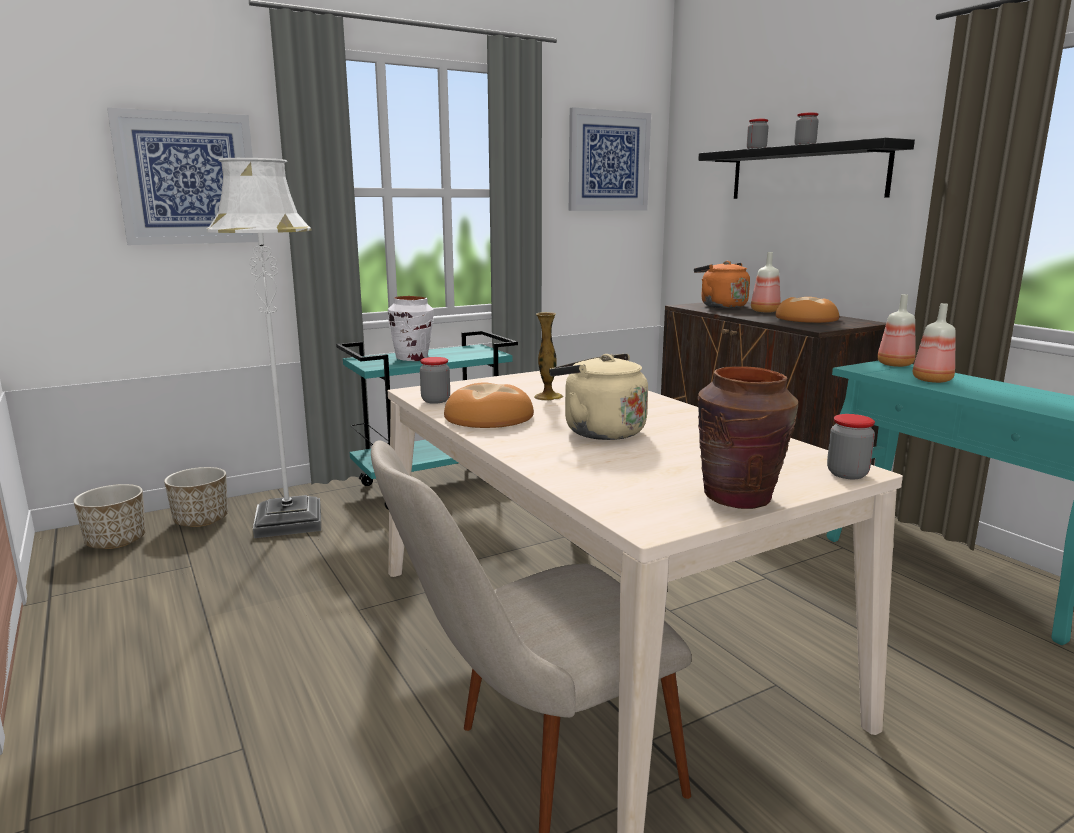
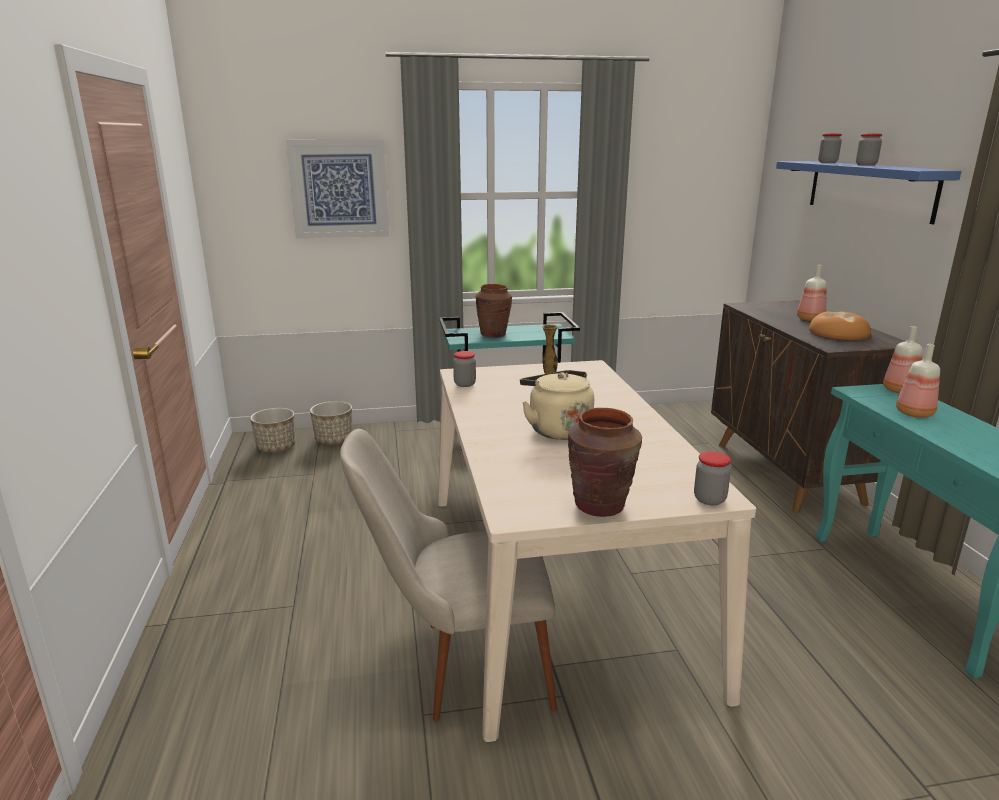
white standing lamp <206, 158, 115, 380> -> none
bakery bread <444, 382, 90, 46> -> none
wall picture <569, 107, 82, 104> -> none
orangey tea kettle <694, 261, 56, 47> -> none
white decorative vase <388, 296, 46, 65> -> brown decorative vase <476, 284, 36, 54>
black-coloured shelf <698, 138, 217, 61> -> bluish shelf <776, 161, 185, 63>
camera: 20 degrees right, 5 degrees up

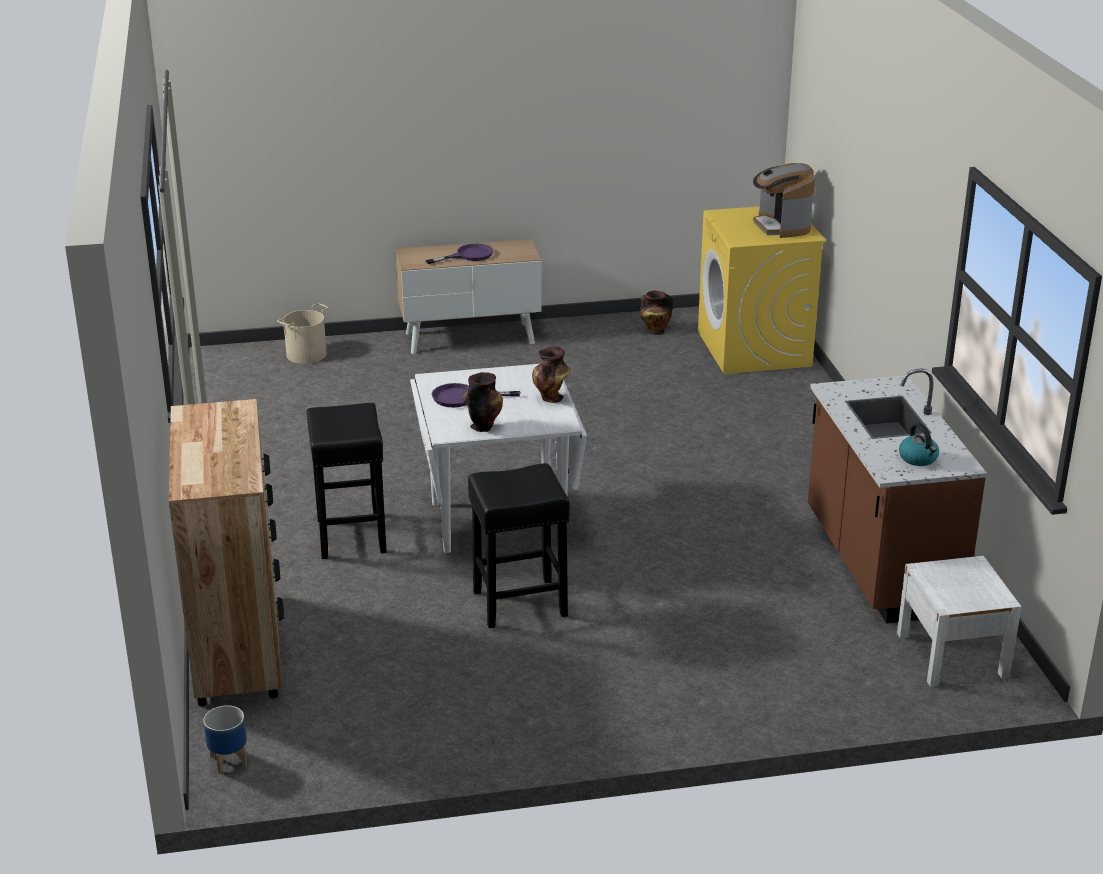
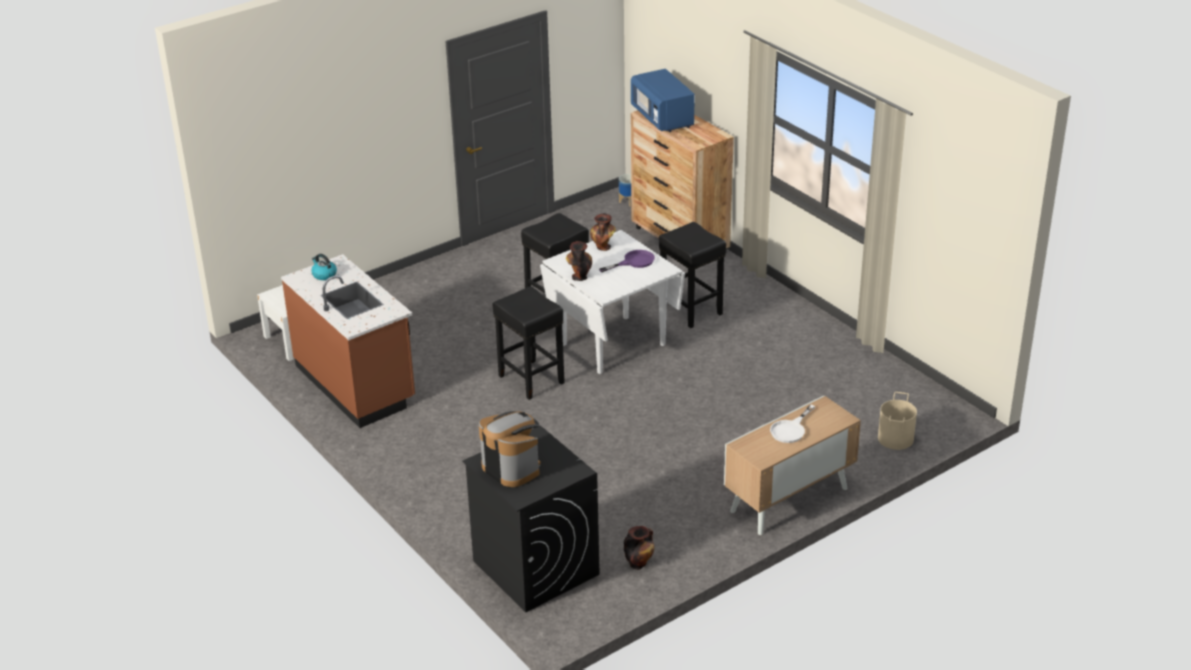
none -> black-coloured sitting stool <493, 286, 72, 114>
none -> bluish microwave oven <631, 69, 64, 63>
purplish pan <425, 244, 68, 20> -> white pan <770, 404, 45, 39>
yellow-coloured laundry machine <698, 206, 128, 168> -> black-coloured laundry machine <463, 426, 137, 187>
camera: 155 degrees right, 5 degrees up

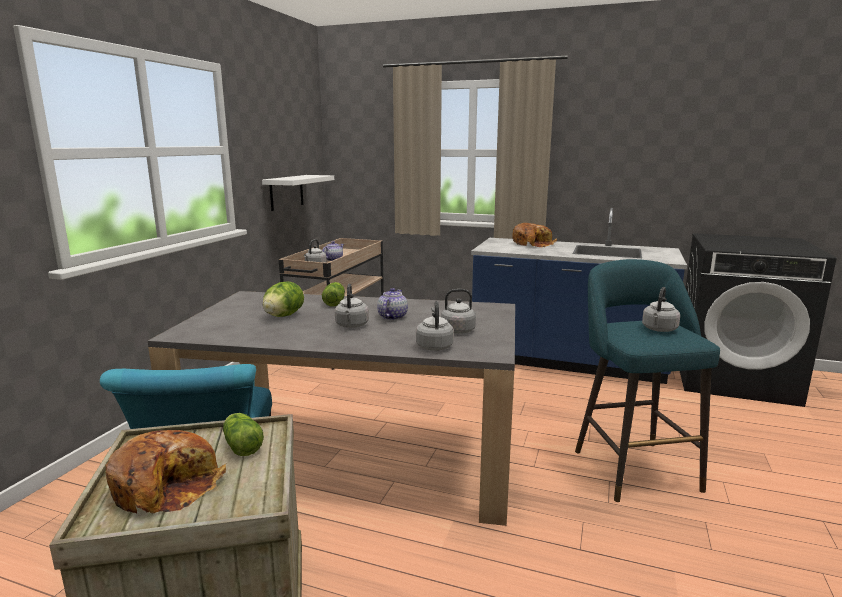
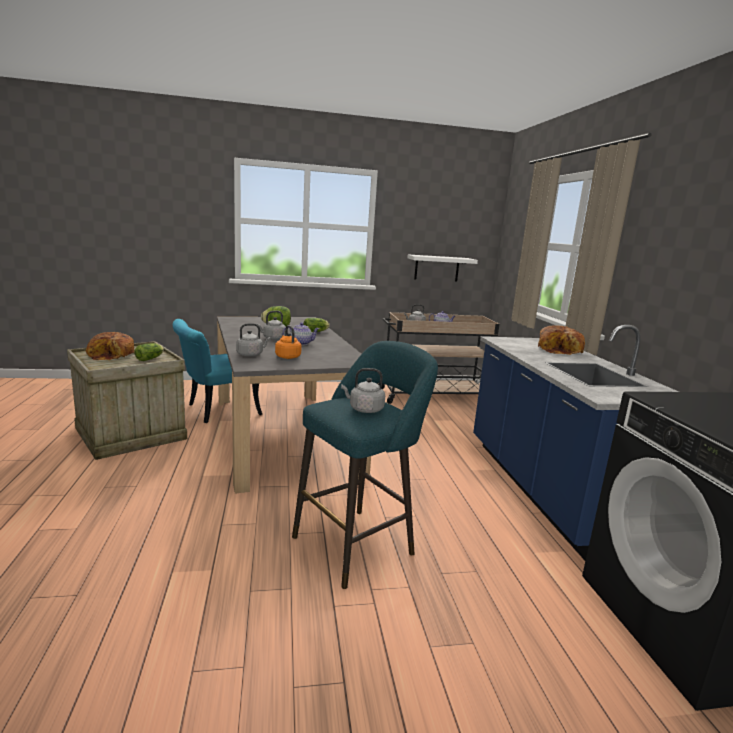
grey tea kettle <431, 289, 45, 45> -> orangey tea kettle <275, 325, 26, 34>
camera: 60 degrees right, 0 degrees up

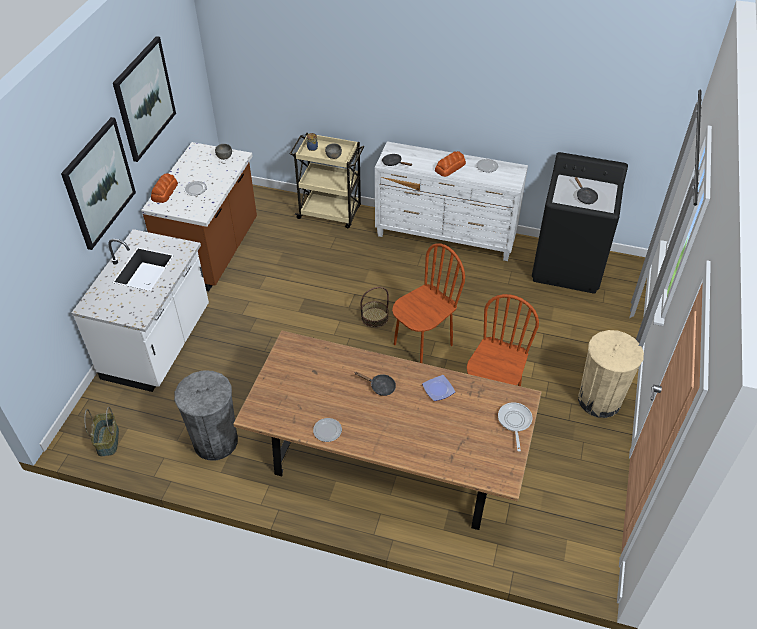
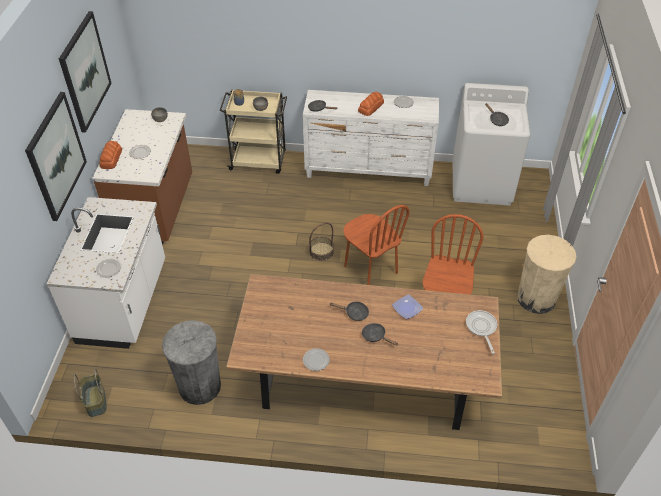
none -> dinner plate <96, 259, 25, 18>
none -> black-coloured pan <362, 323, 36, 23>
black-coloured laundry machine <532, 152, 96, 142> -> white laundry machine <453, 83, 77, 122>
brown upright chair <392, 243, 73, 120> -> brown upright chair <344, 205, 66, 80>, 105 degrees clockwise
camera: 10 degrees left, 0 degrees up

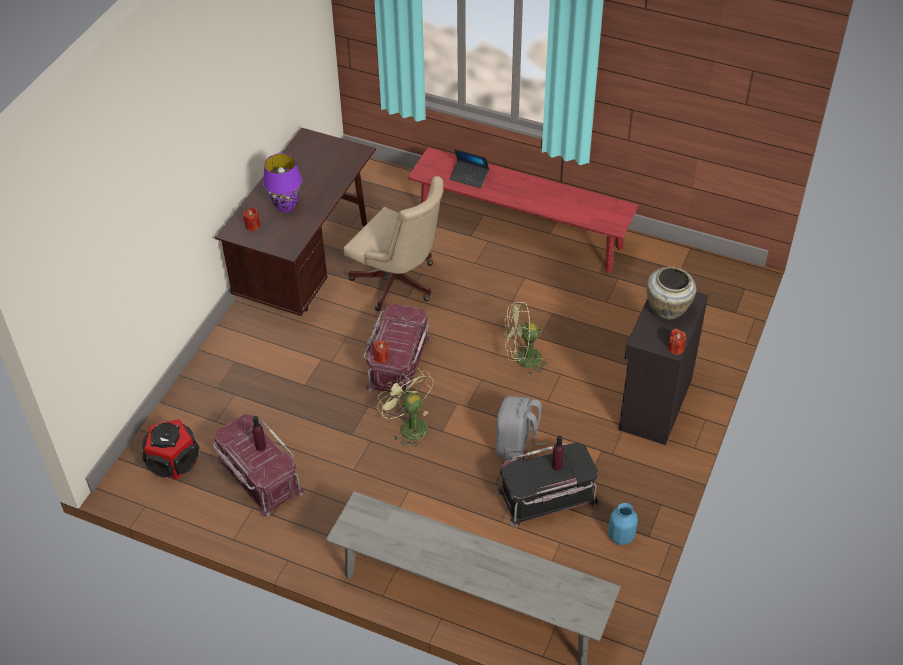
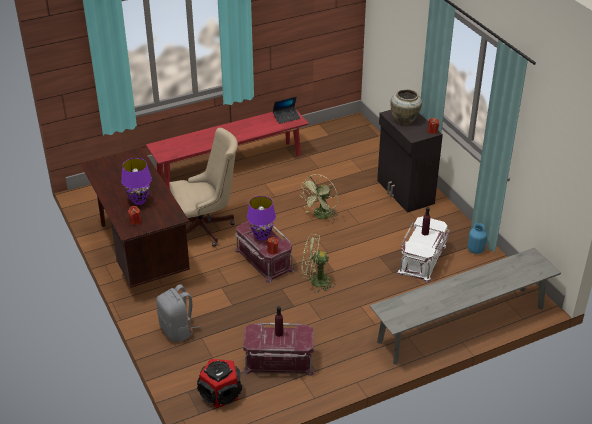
none -> purplish lamp for a table <247, 196, 29, 45>
notebook computer <450, 149, 39, 39> -> notebook computer <273, 97, 27, 27>, moved
grey knapsack <496, 396, 51, 65> -> grey knapsack <156, 284, 44, 58>, moved
black-coloured storage box <497, 442, 101, 85> -> white storage box <397, 216, 53, 67>
camera: 50 degrees left, 10 degrees down

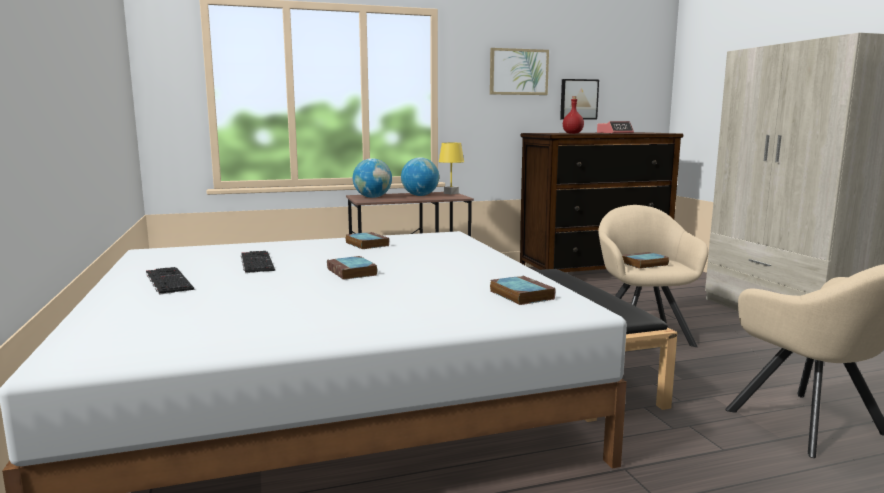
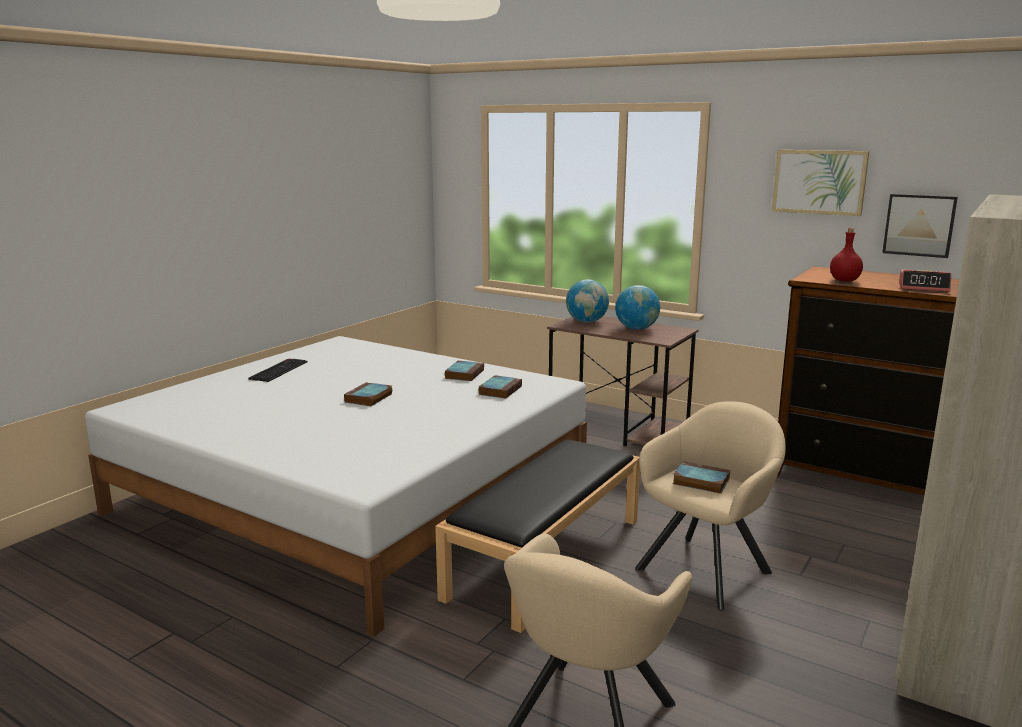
computer keyboard <241, 251, 34, 22> -> none
yellow-coloured lamp for a table <438, 143, 26, 51> -> none
bound book <490, 276, 65, 29> -> bound book <479, 375, 43, 24>, moved
camera: 50 degrees right, 5 degrees up

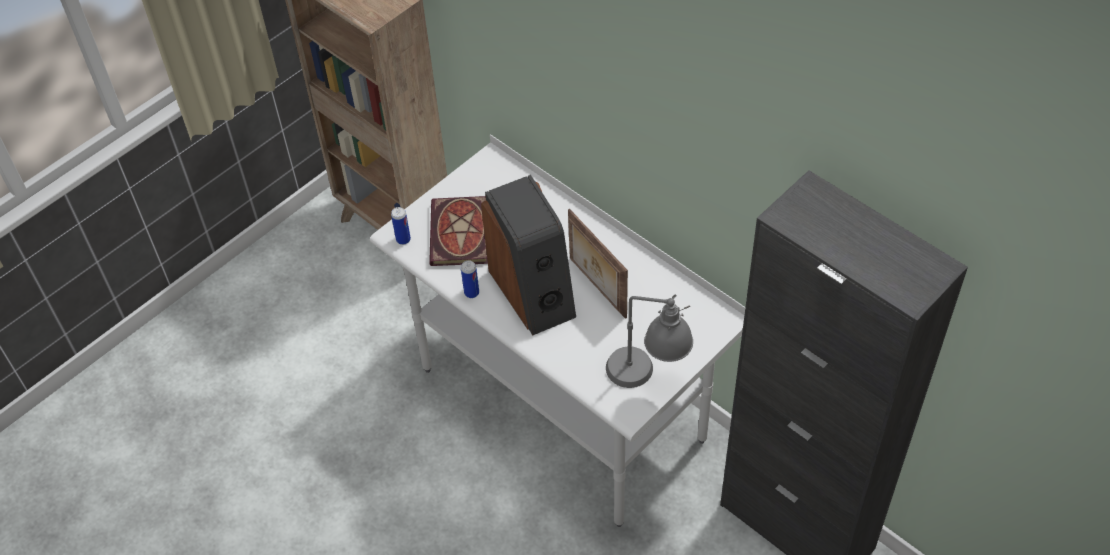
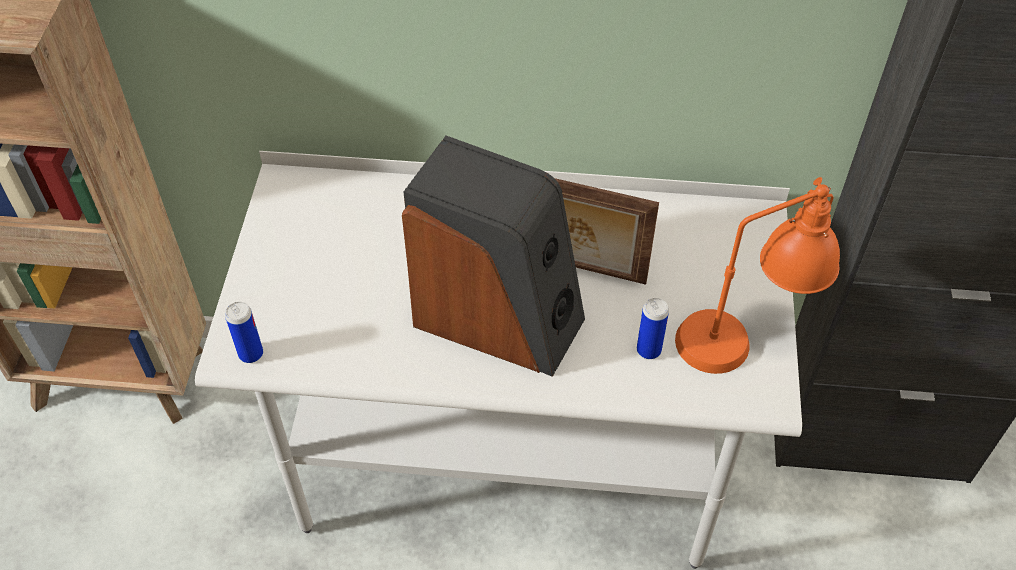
bound book <429, 196, 59, 70> -> none
can <461, 260, 18, 38> -> can <637, 298, 32, 61>, moved
grey lamp for a table <606, 295, 87, 93> -> orangey lamp for a table <675, 177, 165, 197>
camera: 40 degrees left, 0 degrees up

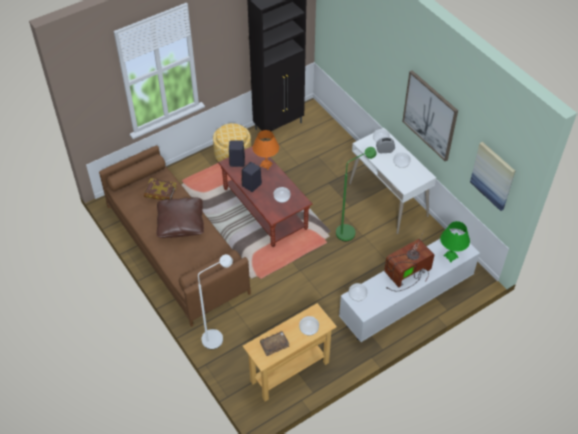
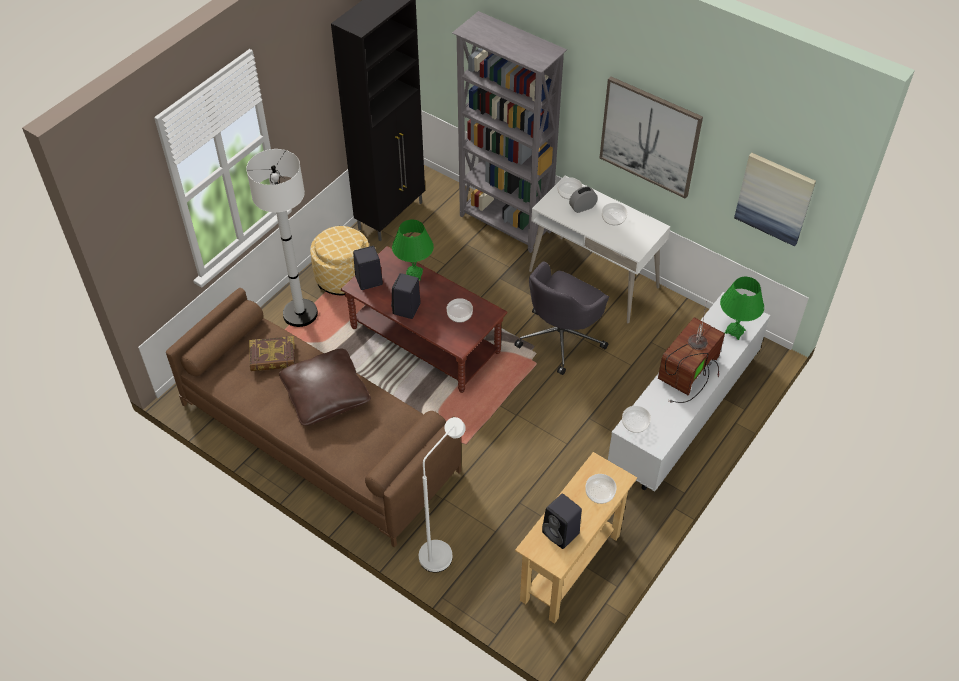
none -> white standing lamp <246, 149, 72, 178>
none -> grey bookshelf <452, 11, 115, 242>
brown bound book <260, 331, 29, 25> -> black-coloured audio speaker <542, 494, 40, 55>
green standing lamp <336, 147, 41, 94> -> grey desk chair <514, 261, 95, 114>
orangey lamp for a table <253, 130, 26, 40> -> green lamp for a table <392, 220, 42, 60>
camera: 20 degrees left, 0 degrees up

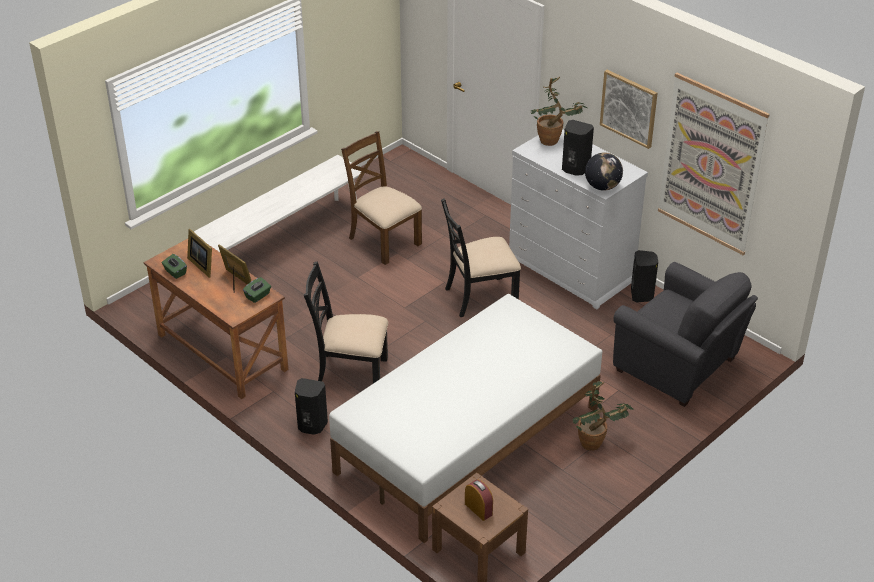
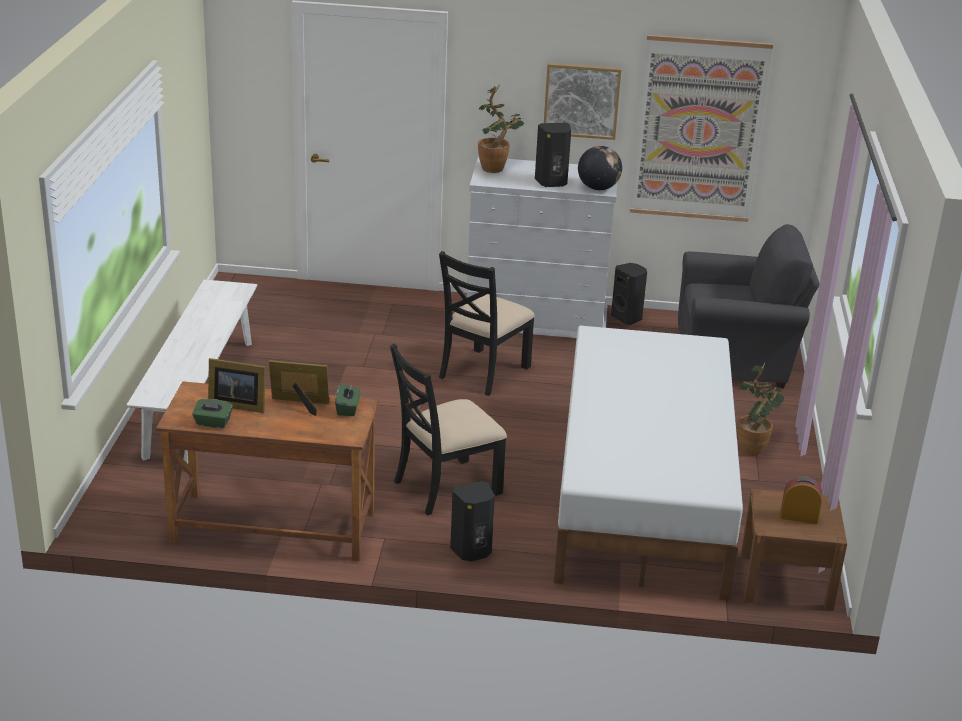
brown upright chair <341, 131, 81, 134> -> none
camera: 40 degrees left, 10 degrees down

